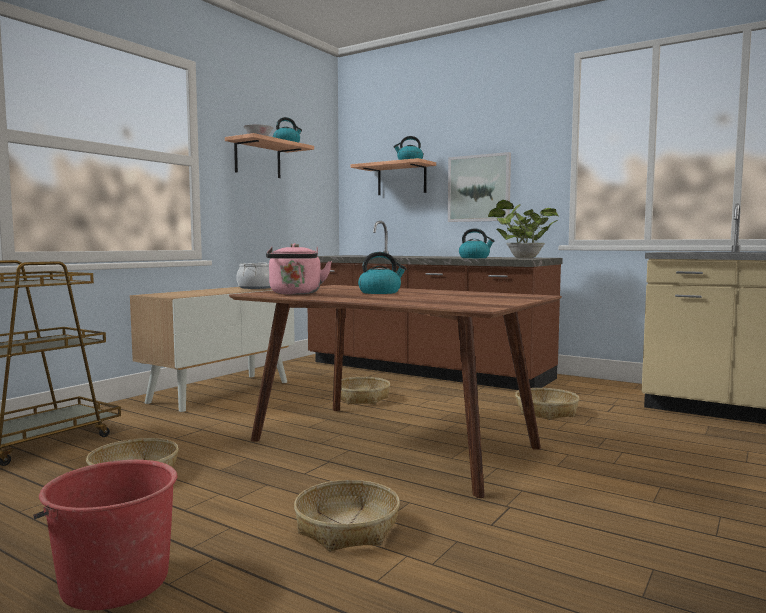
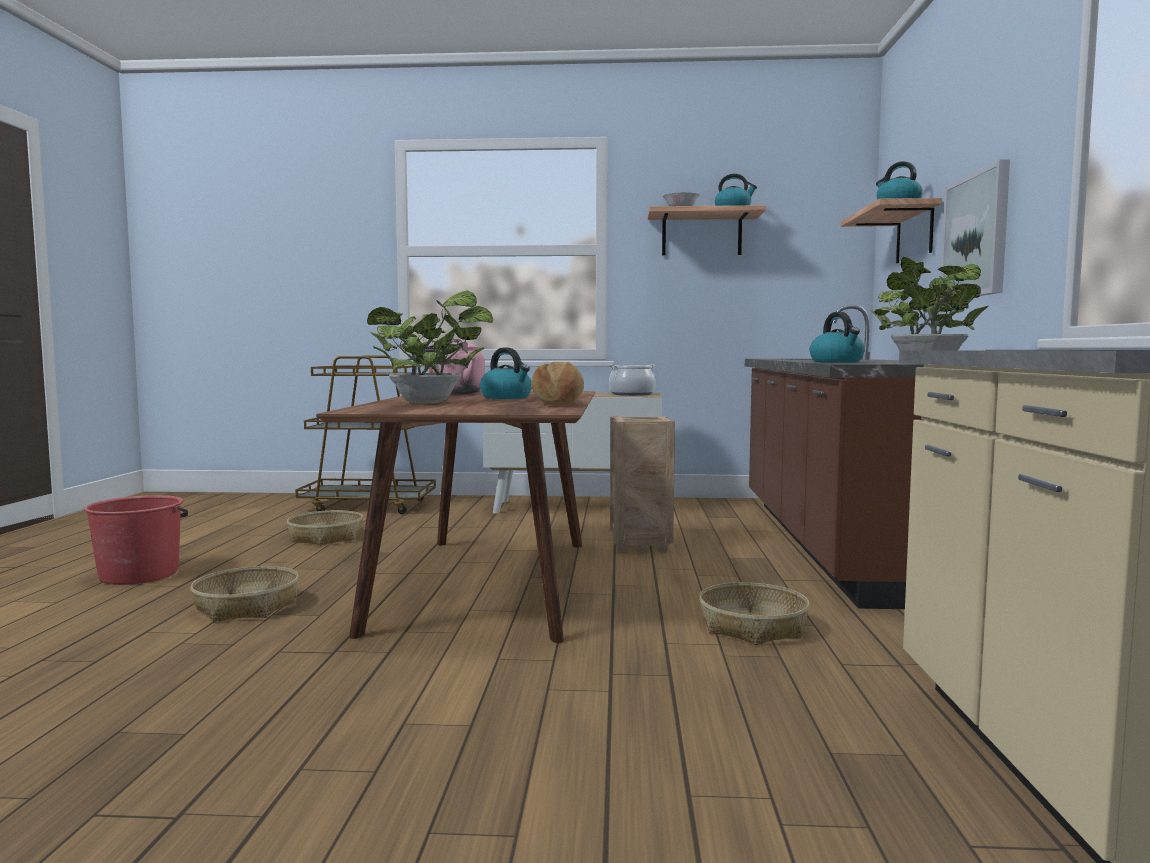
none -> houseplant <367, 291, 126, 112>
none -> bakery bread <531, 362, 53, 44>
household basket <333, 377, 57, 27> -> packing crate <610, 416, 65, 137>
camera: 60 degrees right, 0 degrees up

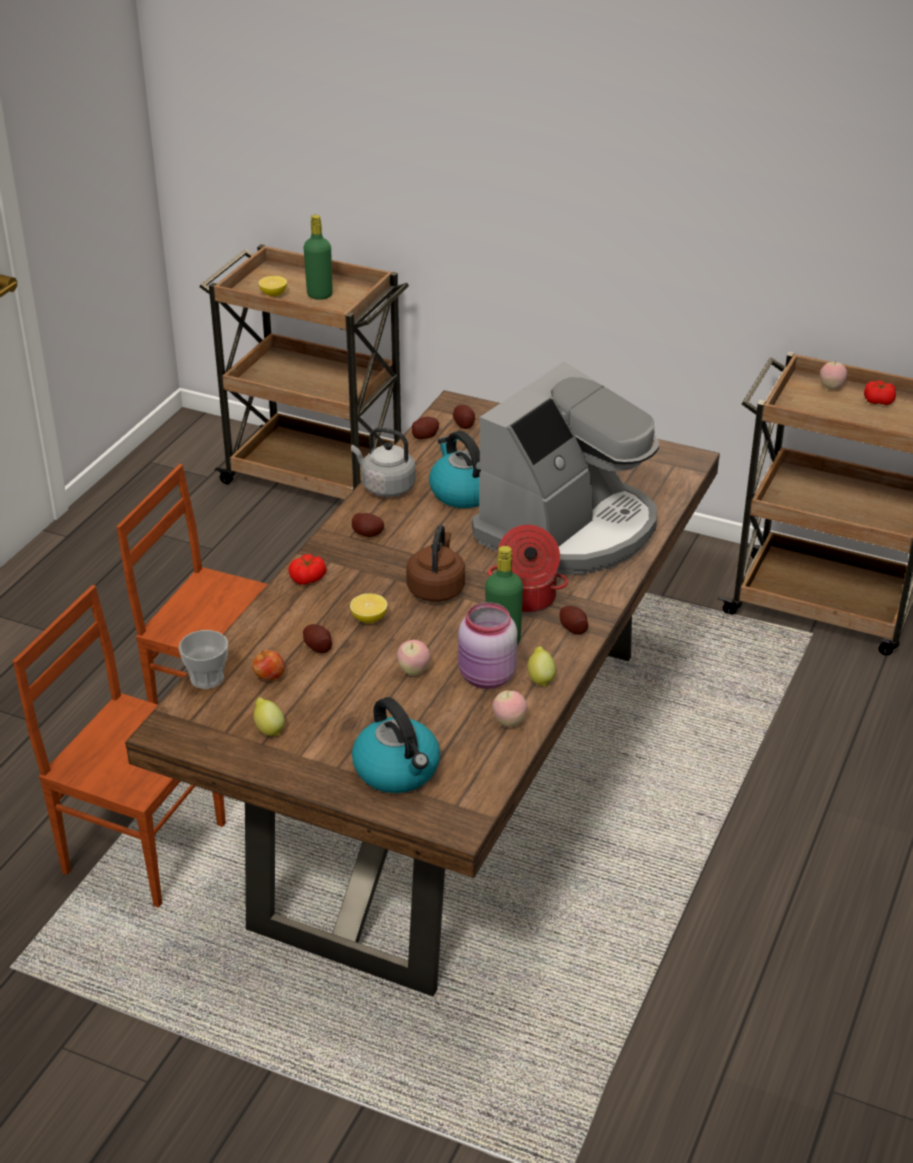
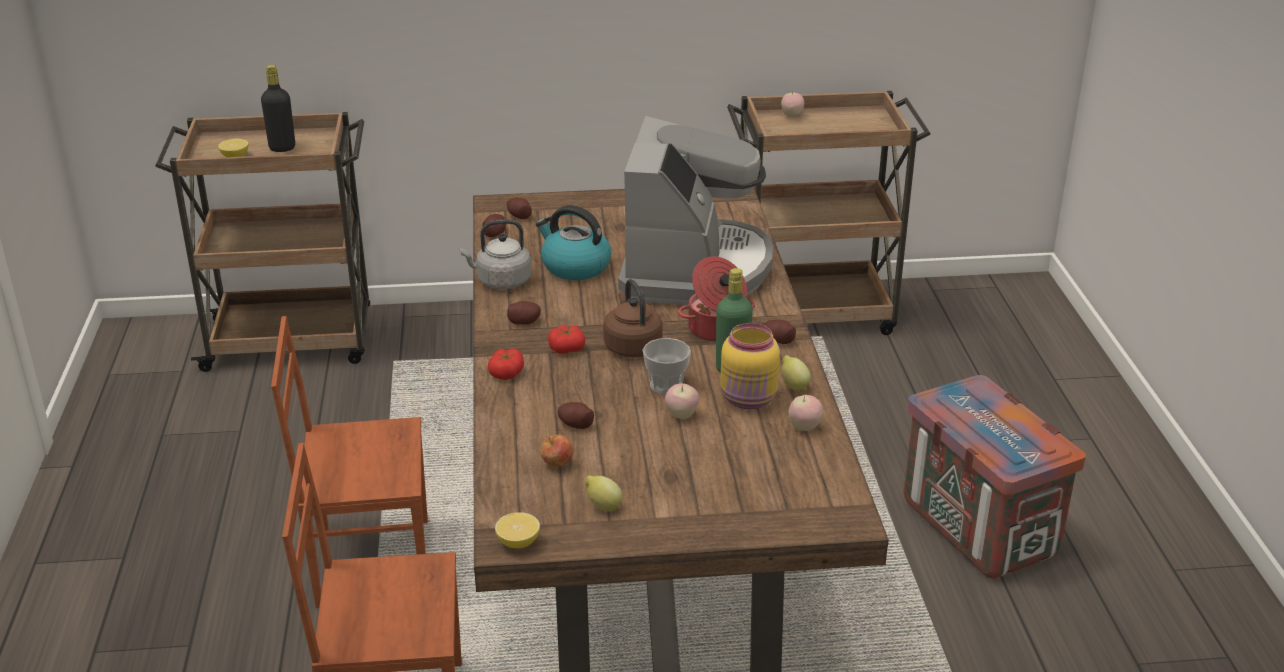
tea kettle <352, 697, 88, 96> -> none
none -> packing crate <904, 375, 182, 204>
drinking cup <179, 630, 49, 59> -> drinking cup <643, 338, 48, 57>, moved
whole lemon <350, 593, 38, 30> -> whole lemon <495, 512, 45, 36>, moved
fresh tomato <864, 381, 32, 24> -> fresh tomato <548, 325, 37, 29>, moved
green bottle <304, 215, 29, 85> -> black-coloured bottle <261, 65, 34, 87>
pinkish preserve jar <458, 602, 60, 87> -> yellow-coloured preserve jar <720, 323, 60, 86>
camera: 30 degrees left, 5 degrees down

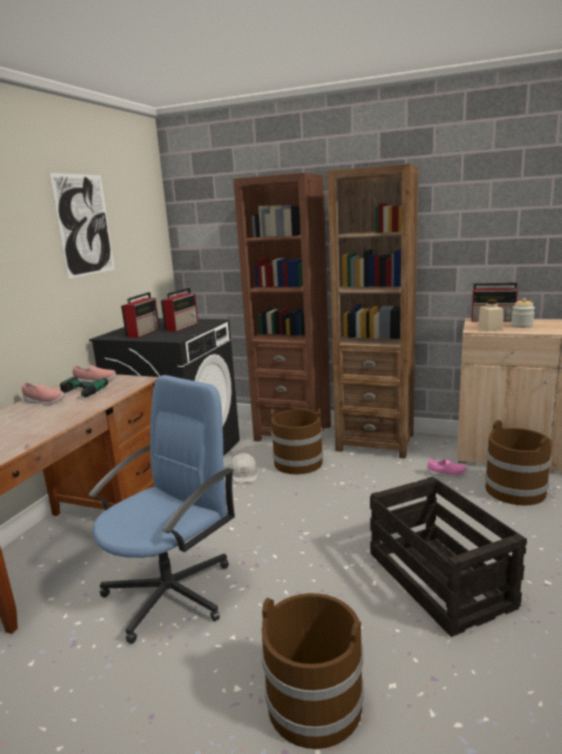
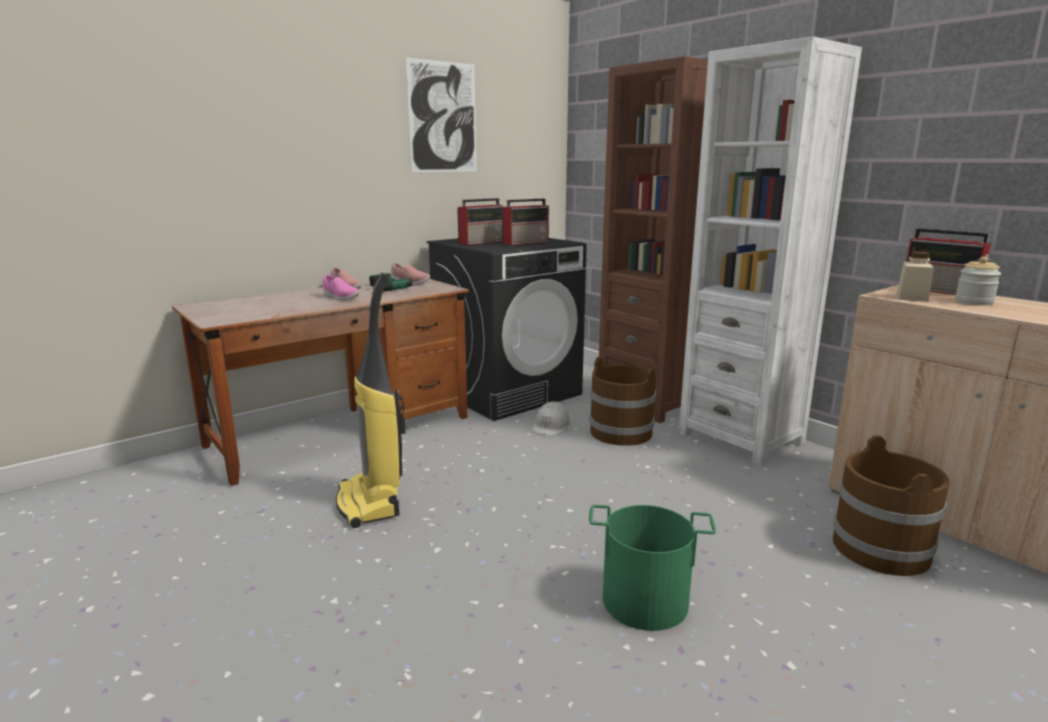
brown pail <262, 593, 102, 156> -> none
pinkish low shoe <427, 459, 40, 18> -> pinkish low shoe <323, 275, 36, 25>, moved
bluish desk chair <88, 375, 147, 269> -> hoover <336, 272, 70, 256>
packing crate <370, 477, 157, 160> -> green pail <589, 505, 127, 126>
brown bookshelf <328, 163, 91, 296> -> white bookshelf <679, 36, 183, 430>
camera: 30 degrees right, 0 degrees up

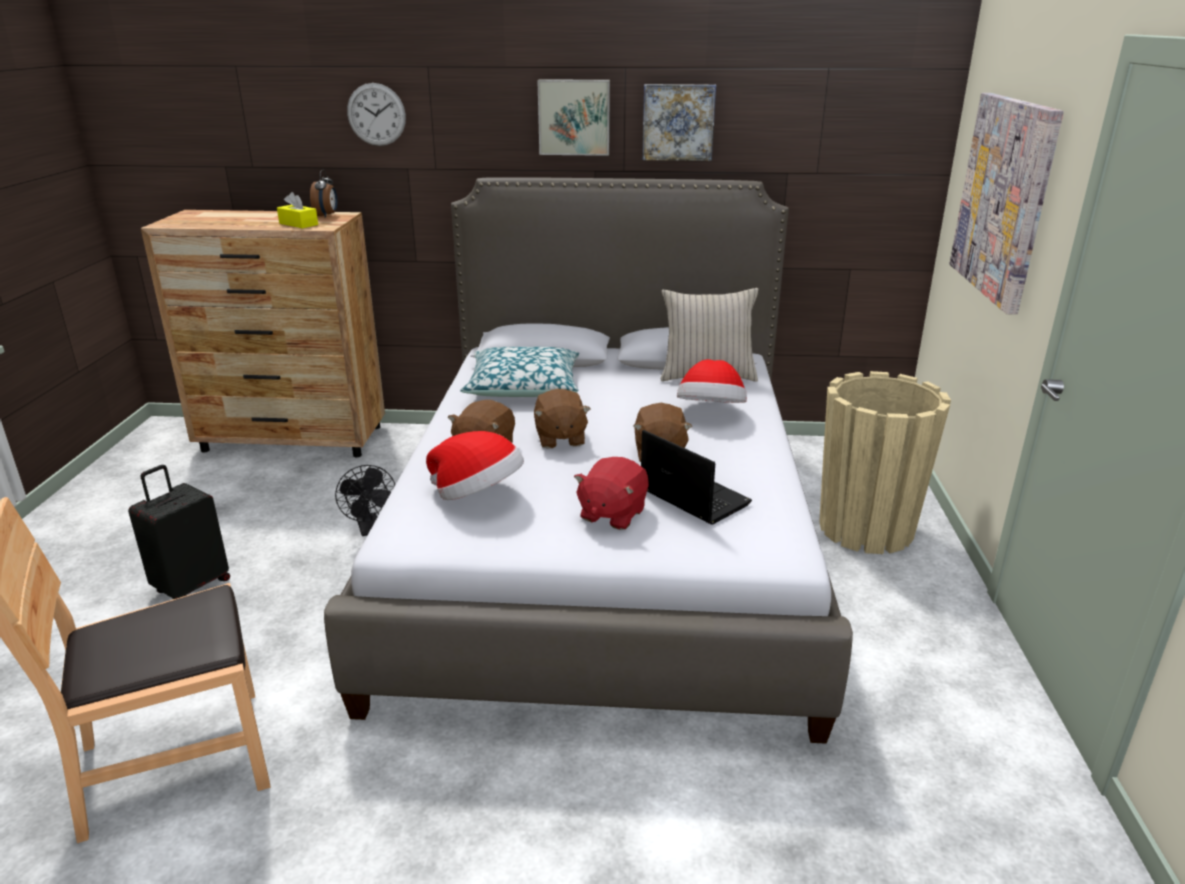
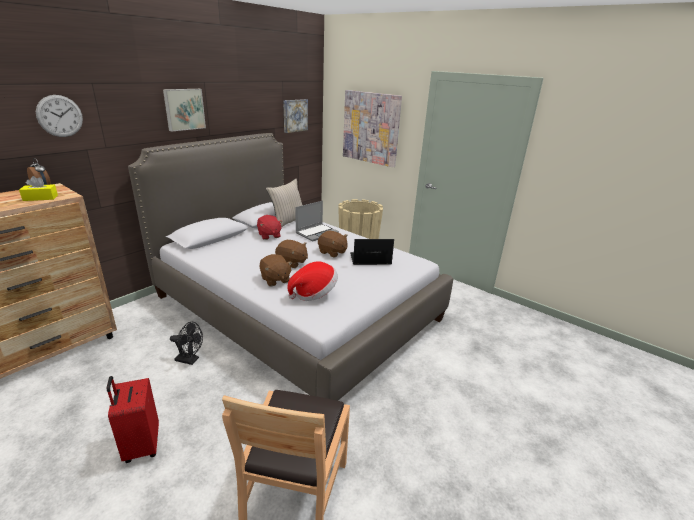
pillow <460, 347, 119, 50> -> none
red-coloured plush toy <574, 457, 75, 73> -> red-coloured plush toy <257, 215, 25, 25>, moved
wall picture <642, 84, 74, 77> -> wall picture <283, 99, 25, 34>, moved
wearable hat <677, 359, 70, 44> -> notebook computer <295, 201, 44, 40>
black-coloured suitcase <128, 465, 102, 134> -> red-coloured suitcase <107, 376, 52, 87>
camera: 55 degrees left, 0 degrees up

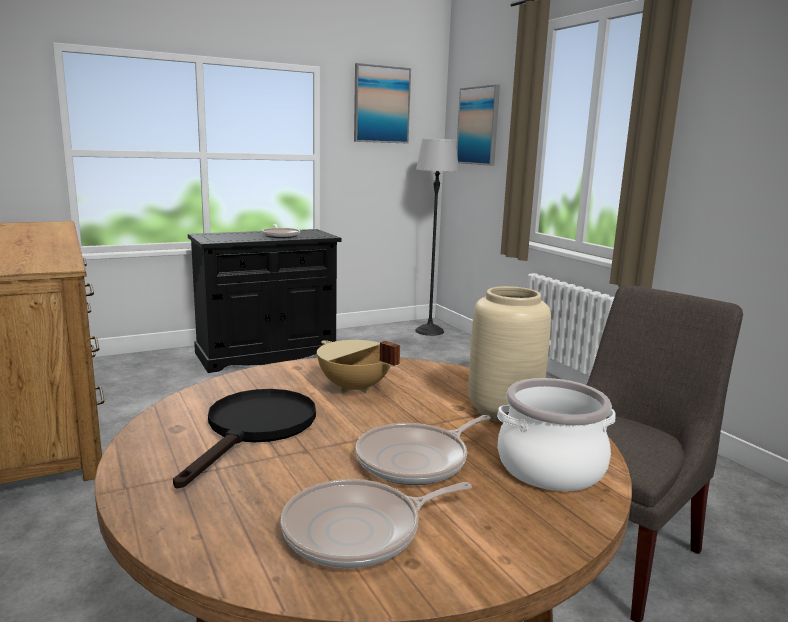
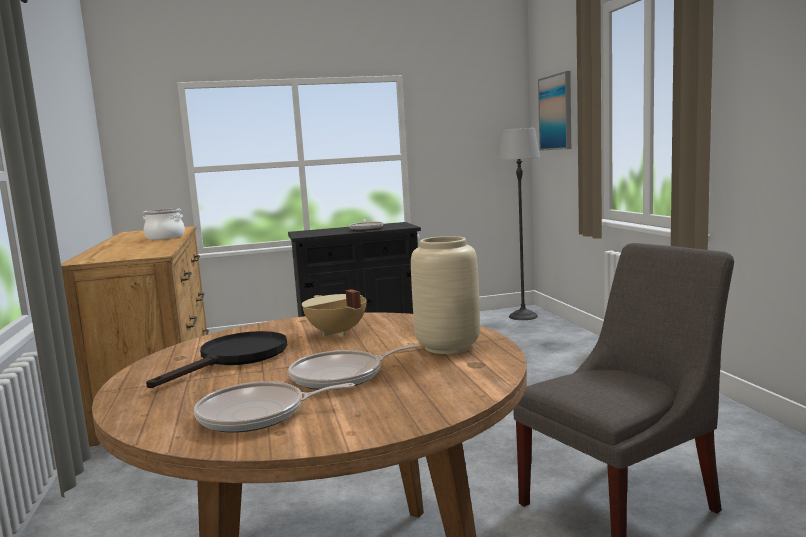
wall picture <354, 63, 57, 81> -> none
stockpot <497, 378, 119, 113> -> stockpot <143, 208, 42, 32>, moved
camera: 15 degrees right, 5 degrees down

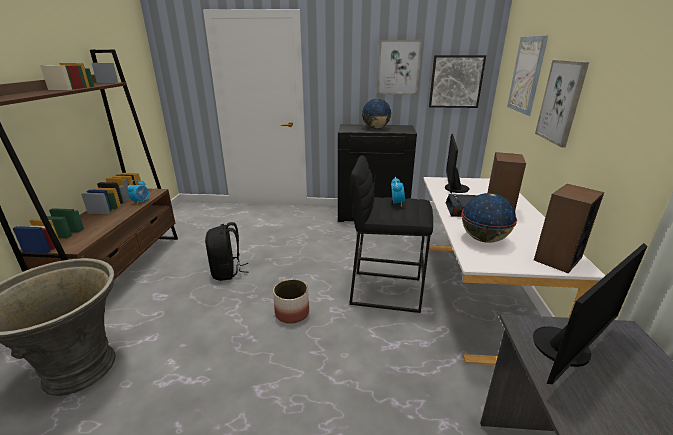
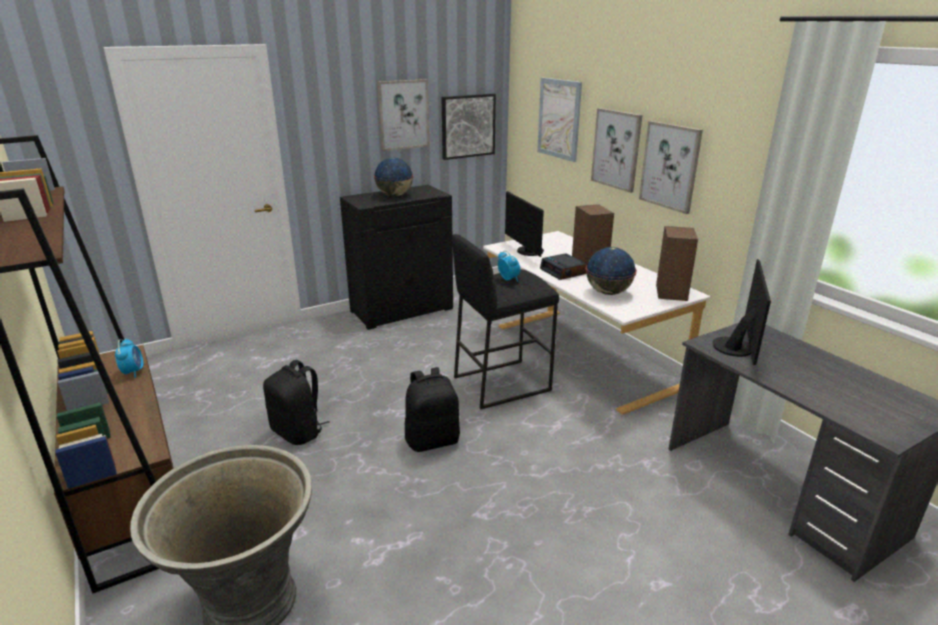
none -> wall picture <639, 121, 64, 93>
planter <273, 279, 36, 45> -> black-coloured knapsack <405, 367, 55, 85>
camera: 35 degrees left, 0 degrees up

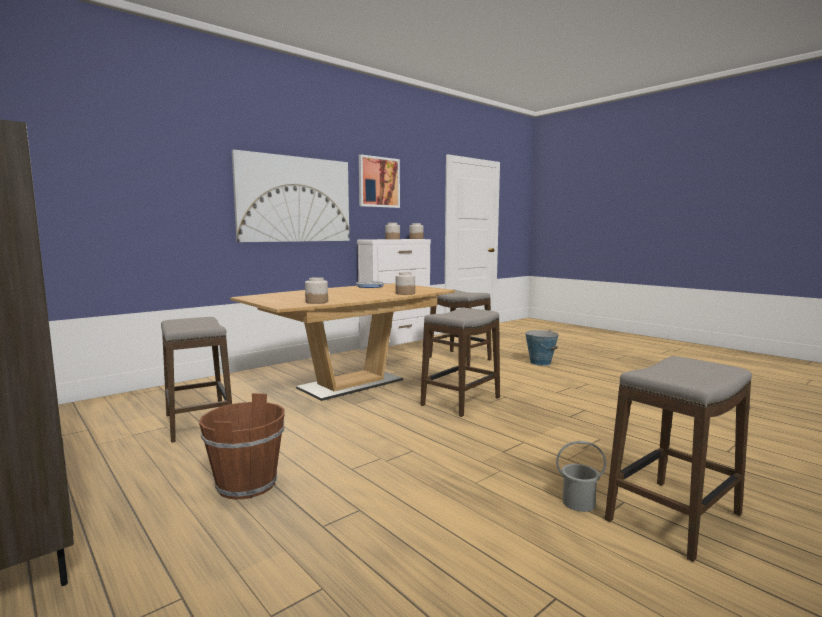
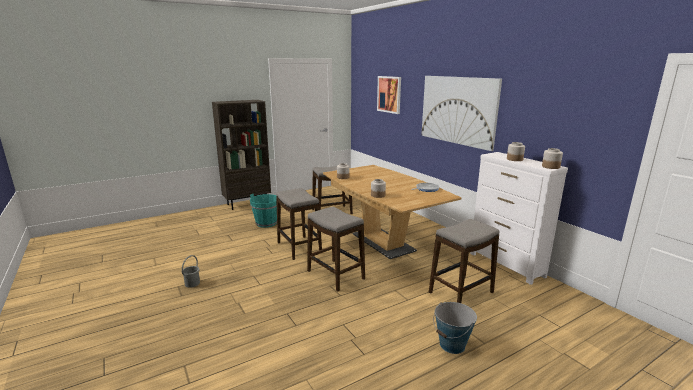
wall picture <359, 154, 41, 54> -> wall picture <377, 76, 24, 38>, moved
sitting stool <605, 356, 147, 206> -> sitting stool <276, 188, 46, 72>, moved
brown pail <199, 393, 86, 107> -> turquoise-coloured pail <250, 194, 27, 34>
camera: 100 degrees right, 10 degrees up

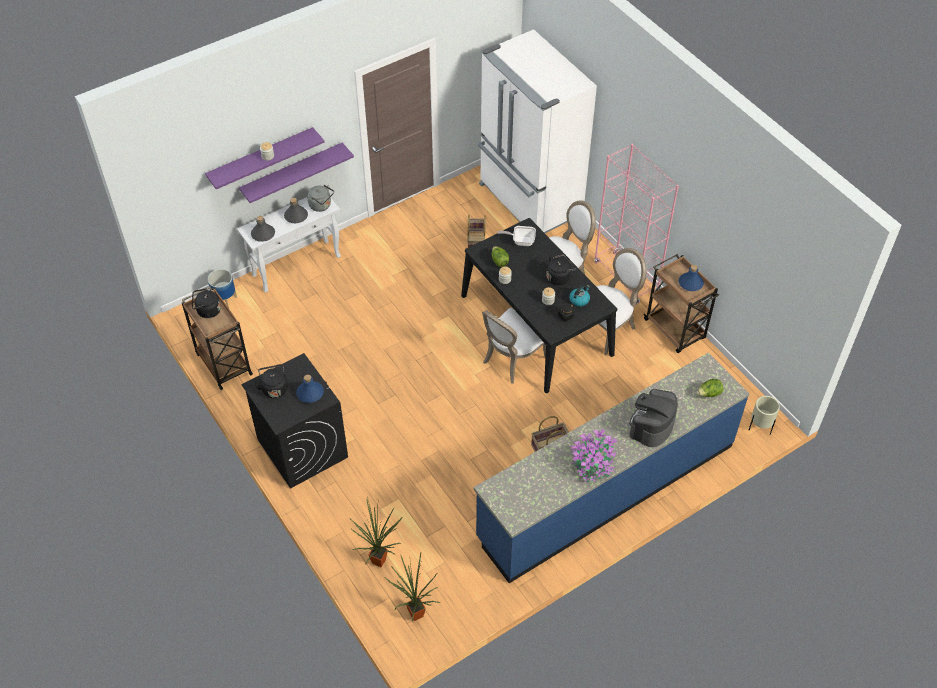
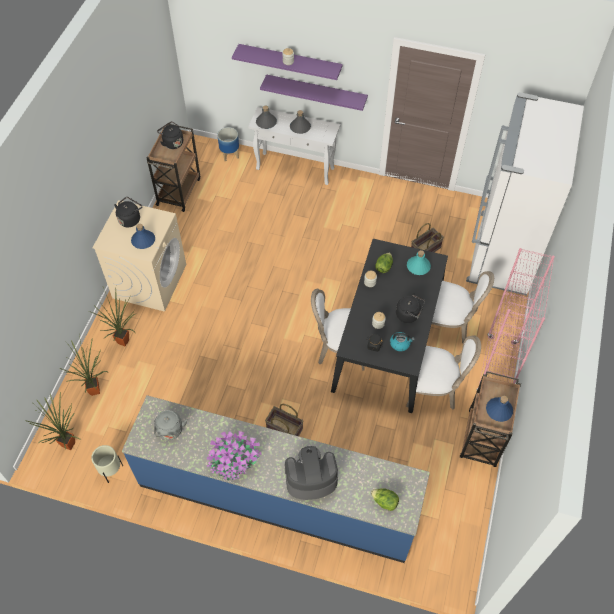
none -> houseplant <89, 287, 48, 59>
grey tea kettle <307, 185, 27, 27> -> grey tea kettle <154, 410, 33, 30>, moved
beige planter <749, 396, 31, 39> -> beige planter <91, 445, 32, 38>, moved
pan <497, 226, 39, 20> -> turquoise-coloured bottle <407, 250, 24, 25>
black-coloured laundry machine <241, 353, 107, 136> -> beige laundry machine <92, 200, 94, 112>
camera: 50 degrees right, 5 degrees up

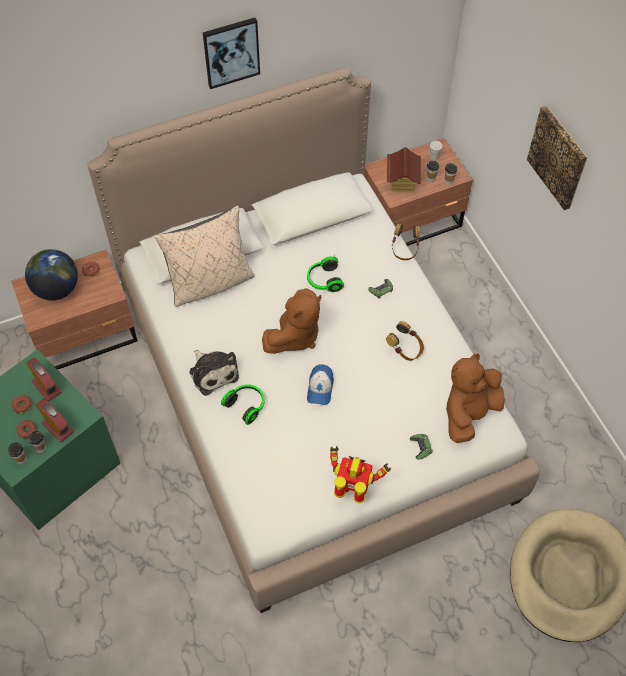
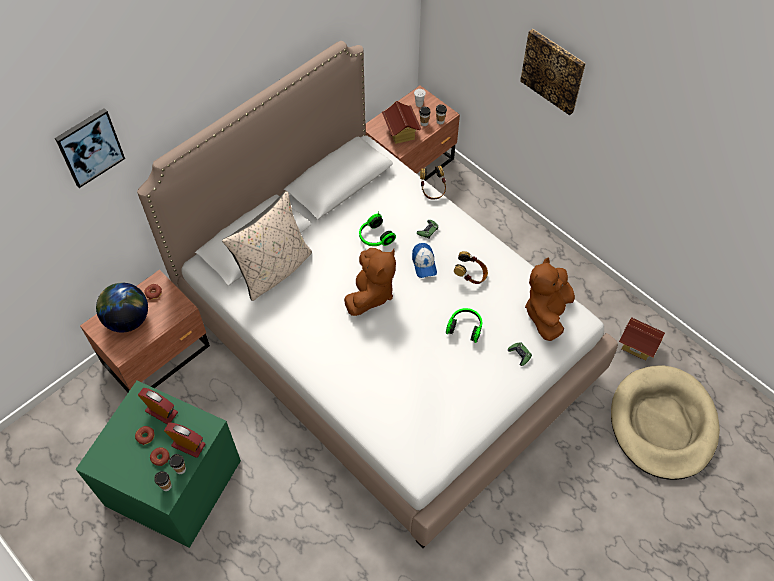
plush toy <189, 350, 50, 46> -> none
robot figure <330, 446, 61, 57> -> none
none -> toy house <619, 317, 46, 44>
wall picture <203, 18, 57, 71> -> wall picture <55, 108, 70, 80>, moved
headset <221, 384, 43, 41> -> headset <446, 308, 36, 35>, moved
peaked cap <307, 365, 27, 40> -> peaked cap <412, 243, 25, 35>, moved
camera: 20 degrees left, 0 degrees up

